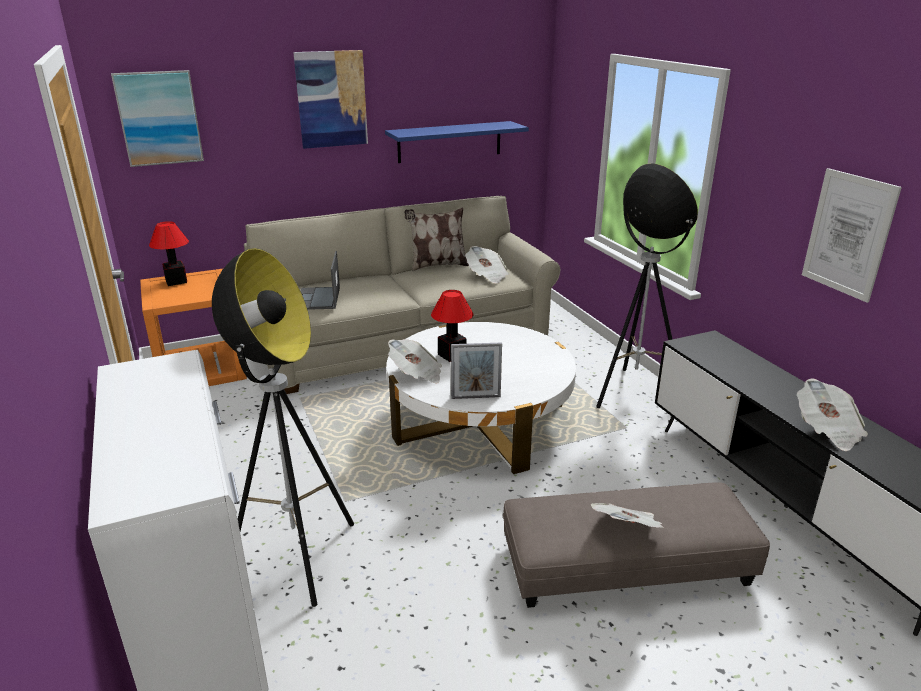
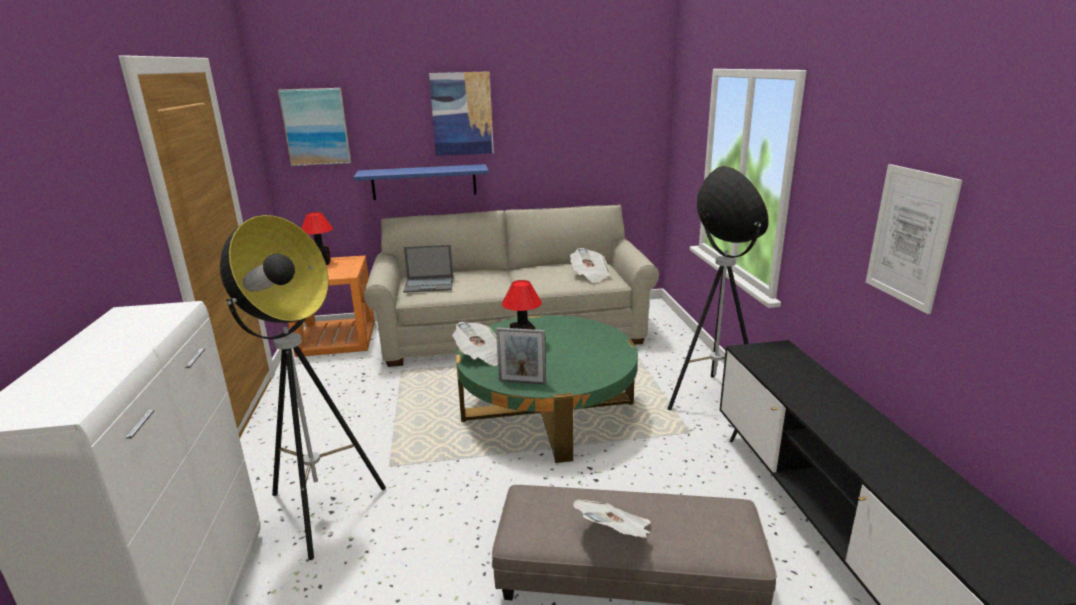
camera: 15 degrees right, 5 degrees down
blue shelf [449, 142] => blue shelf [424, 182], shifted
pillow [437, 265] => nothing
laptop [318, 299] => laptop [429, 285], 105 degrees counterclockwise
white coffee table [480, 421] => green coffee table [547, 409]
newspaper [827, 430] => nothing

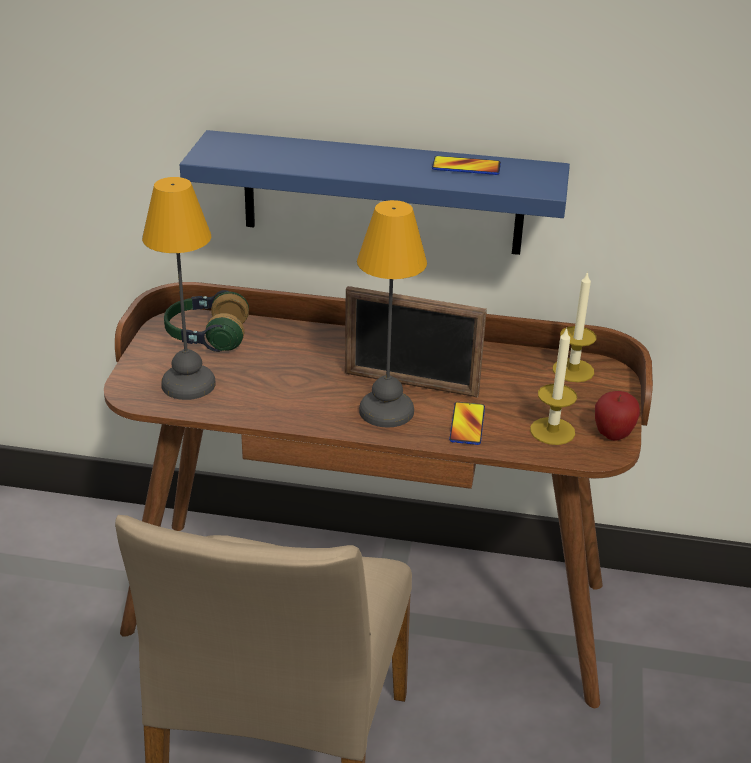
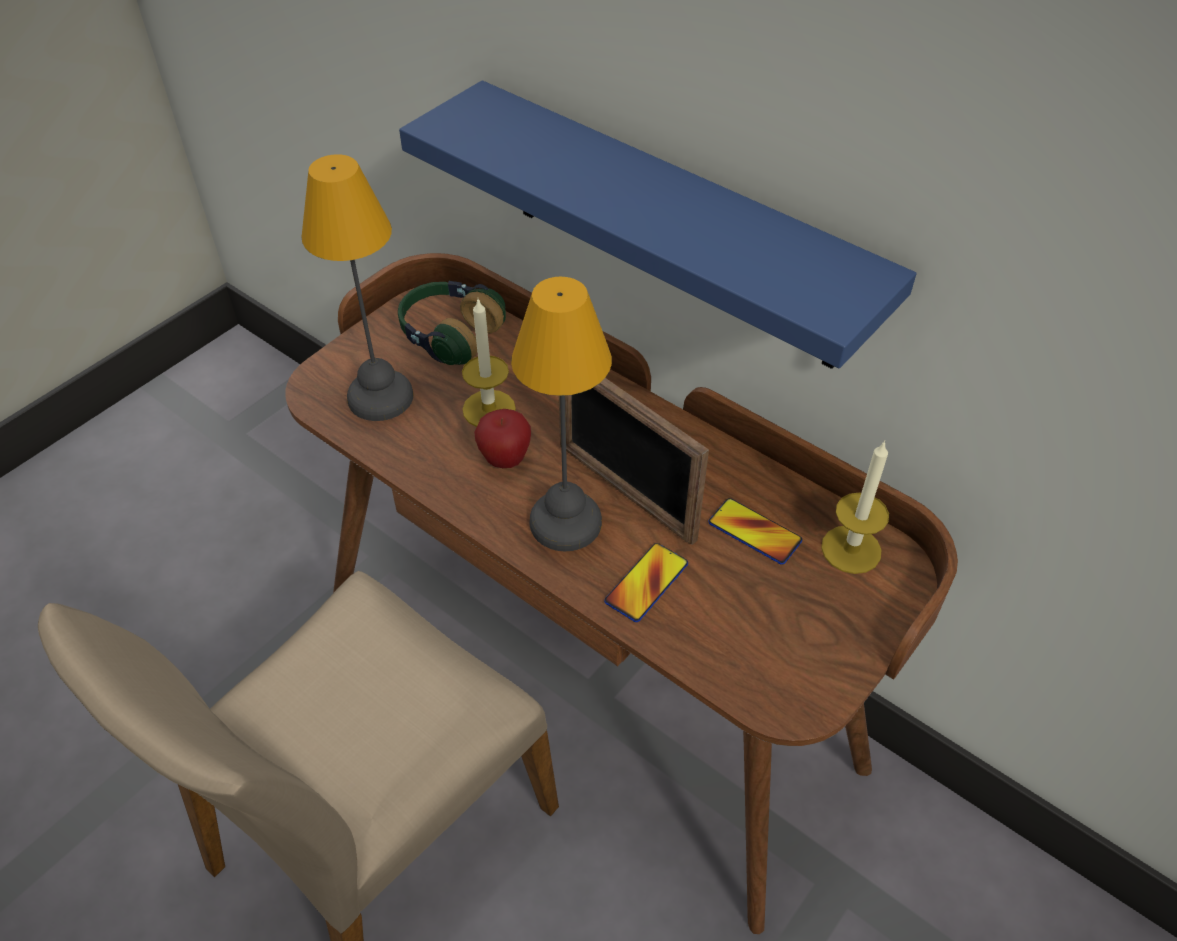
camera: 30 degrees right, 15 degrees up
phone [466, 167] => phone [754, 532], shifted
candle [552, 431] => candle [489, 409], shifted
apple [613, 435] => apple [505, 459], shifted

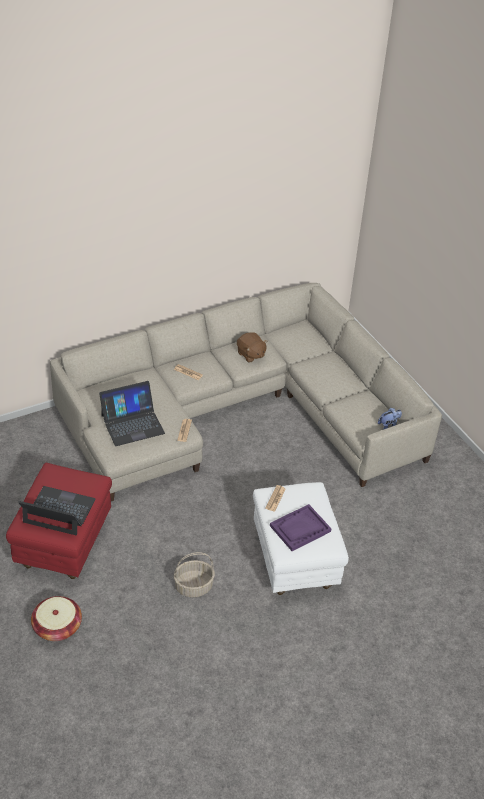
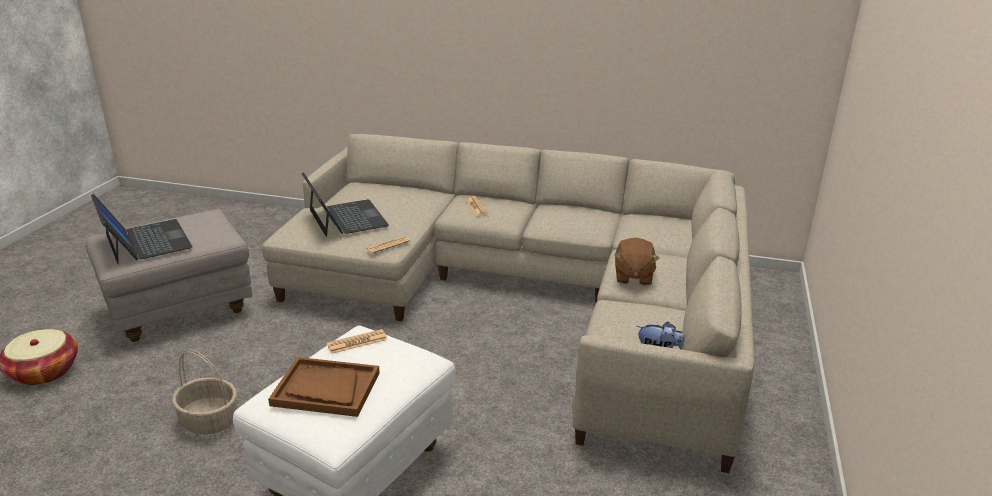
camera: 45 degrees right, 15 degrees down
brown plush toy [250, 355] => brown plush toy [633, 276], shifted
laptop [132, 424] => laptop [346, 218], 135 degrees counterclockwise
red ottoman [65, 544] => grey ottoman [180, 312]
purple tray [300, 529] => brown tray [325, 389]

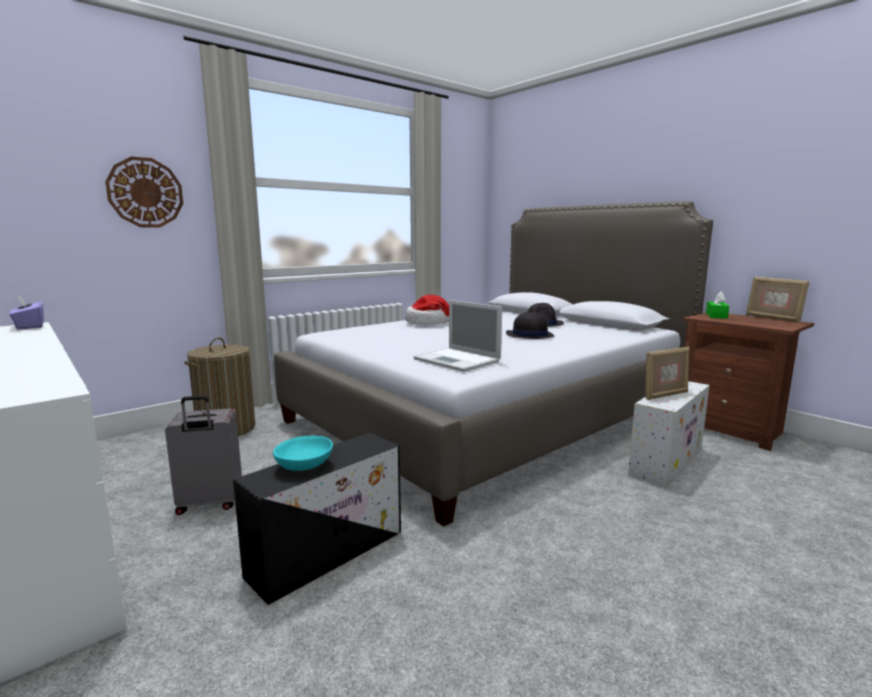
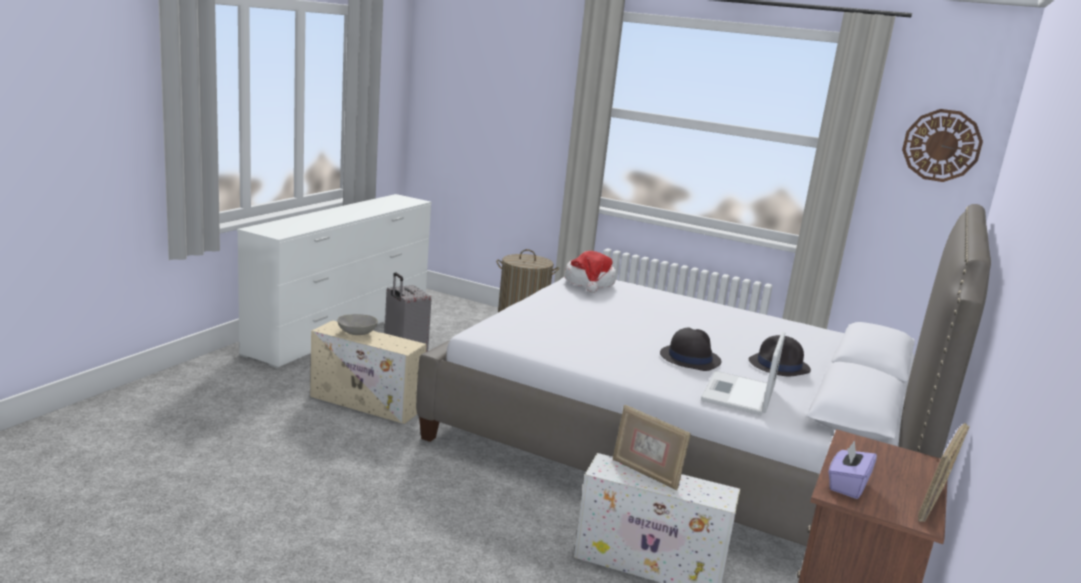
camera: 65 degrees right, 5 degrees up
wall clock [145, 193] => wall clock [941, 145], shifted
green tissue box [716, 316] => nothing
purple tissue box [29, 326] => purple tissue box [847, 485], shifted
hat [429, 323] => hat [589, 283], shifted
laptop [458, 360] => laptop [738, 395], shifted
black storage box [329, 552] => beige storage box [367, 403]
turquoise bowl [305, 466] => grey bowl [357, 333]

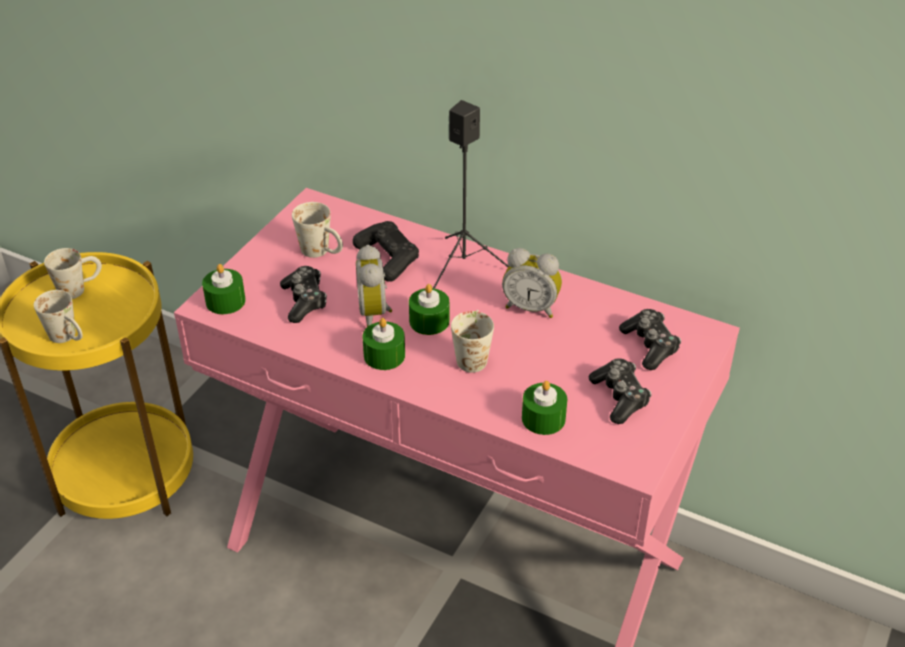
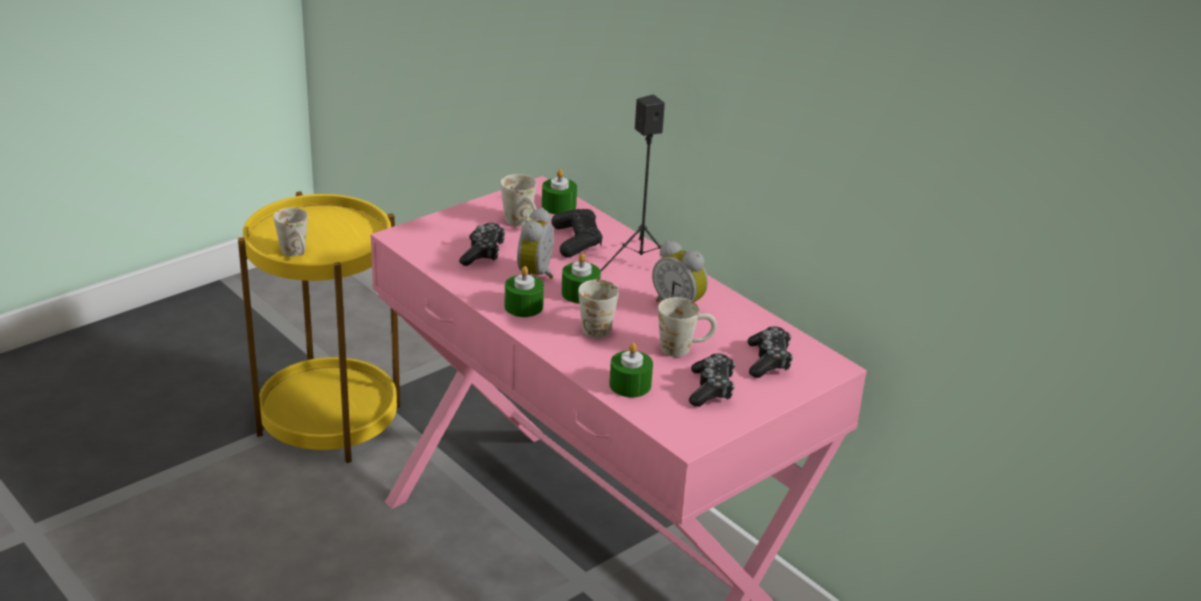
camera: 20 degrees right, 10 degrees down
white mug [79, 288] => white mug [685, 348], shifted
green candle [225, 301] => green candle [558, 206], shifted

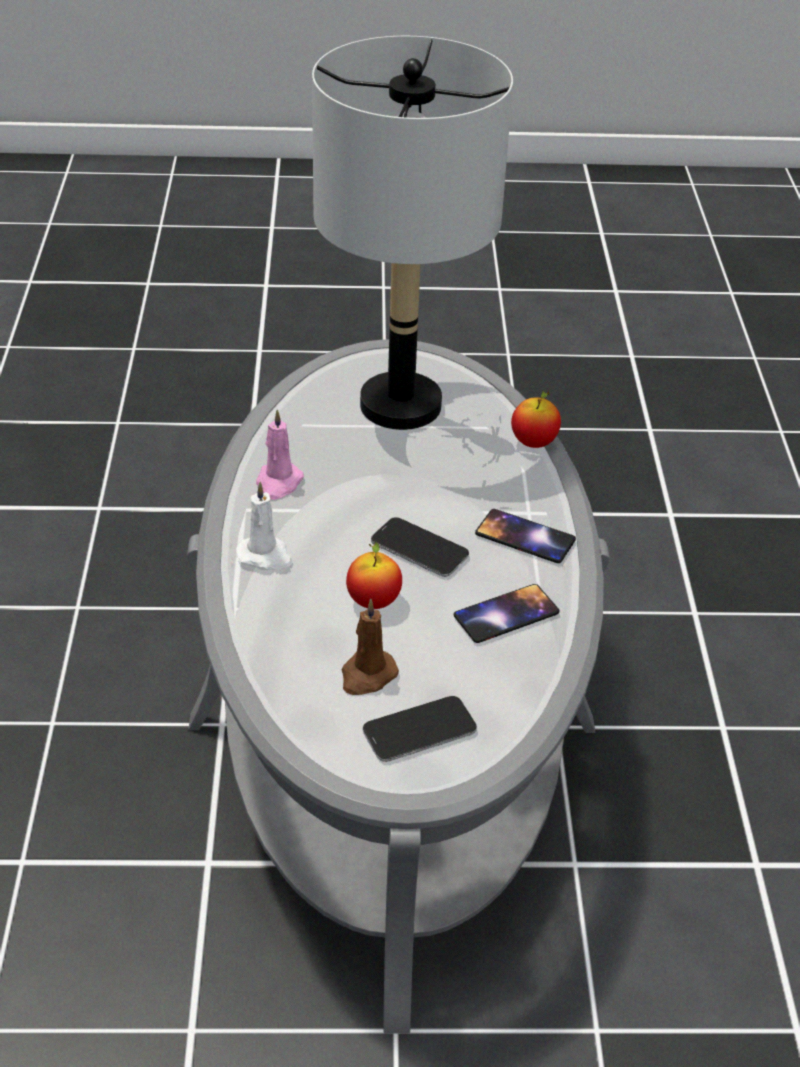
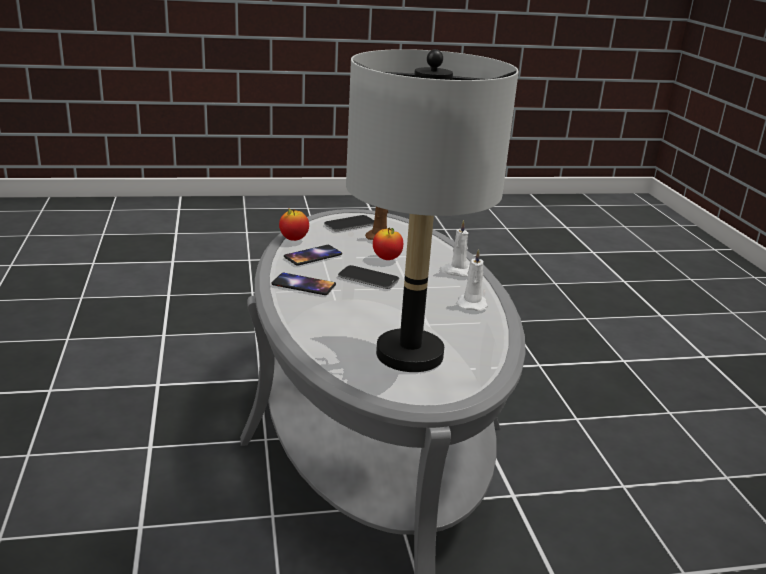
camera: 170 degrees right, 15 degrees down
apple [534, 443] => apple [293, 239], shifted
pink candle [278, 483] => white candle [471, 304]

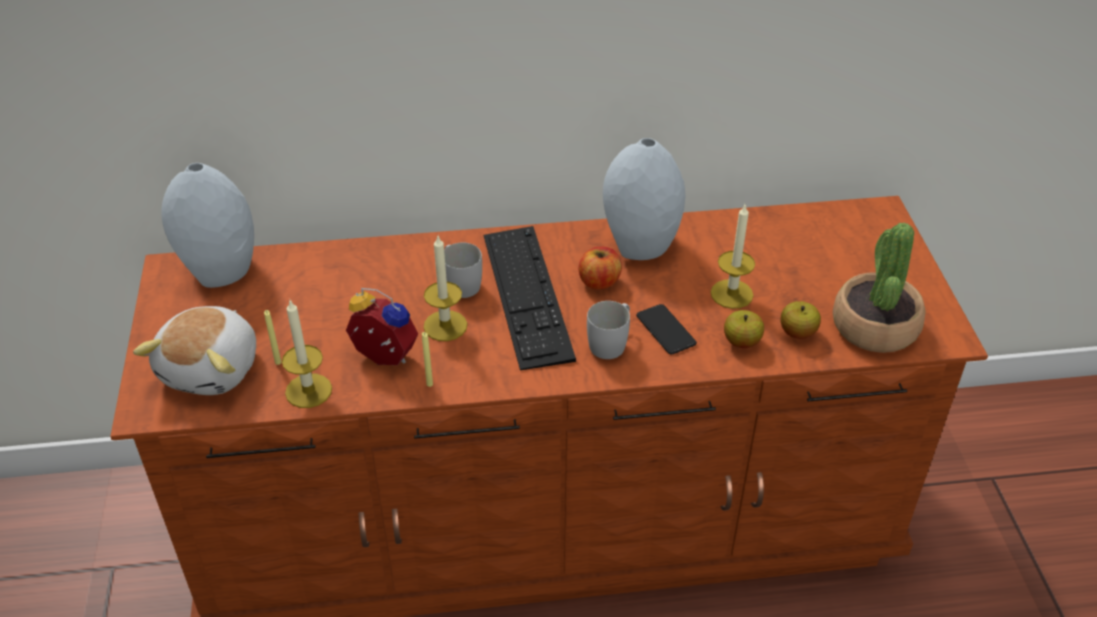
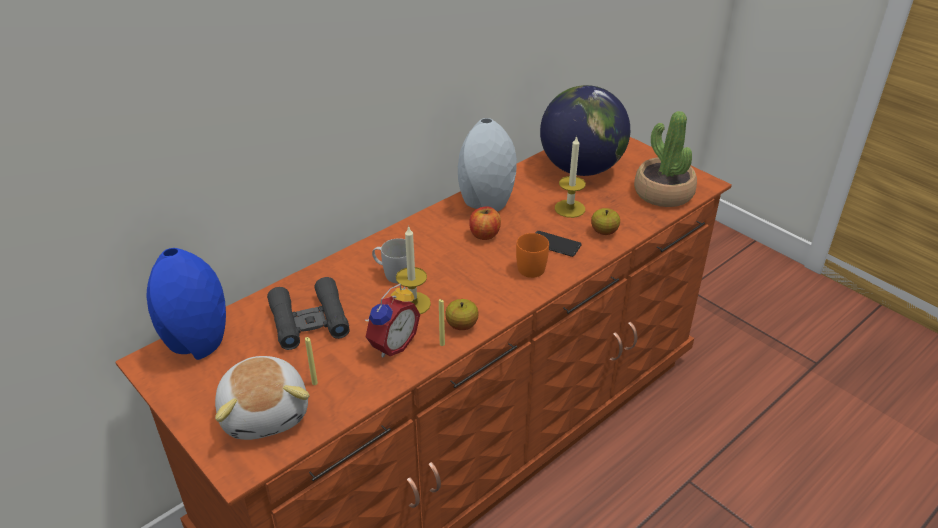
camera: 35 degrees left, 5 degrees down
grey vase [221, 270] => blue vase [197, 343]
keyboard [527, 295] => nothing
alarm clock [382, 359] => alarm clock [391, 344], 135 degrees clockwise
candle [308, 390] => nothing
white mug [611, 342] => orange mug [530, 265]
apple [797, 332] => apple [462, 325], shifted
nothing => globe [581, 169]
nothing => black binoculars [309, 321]

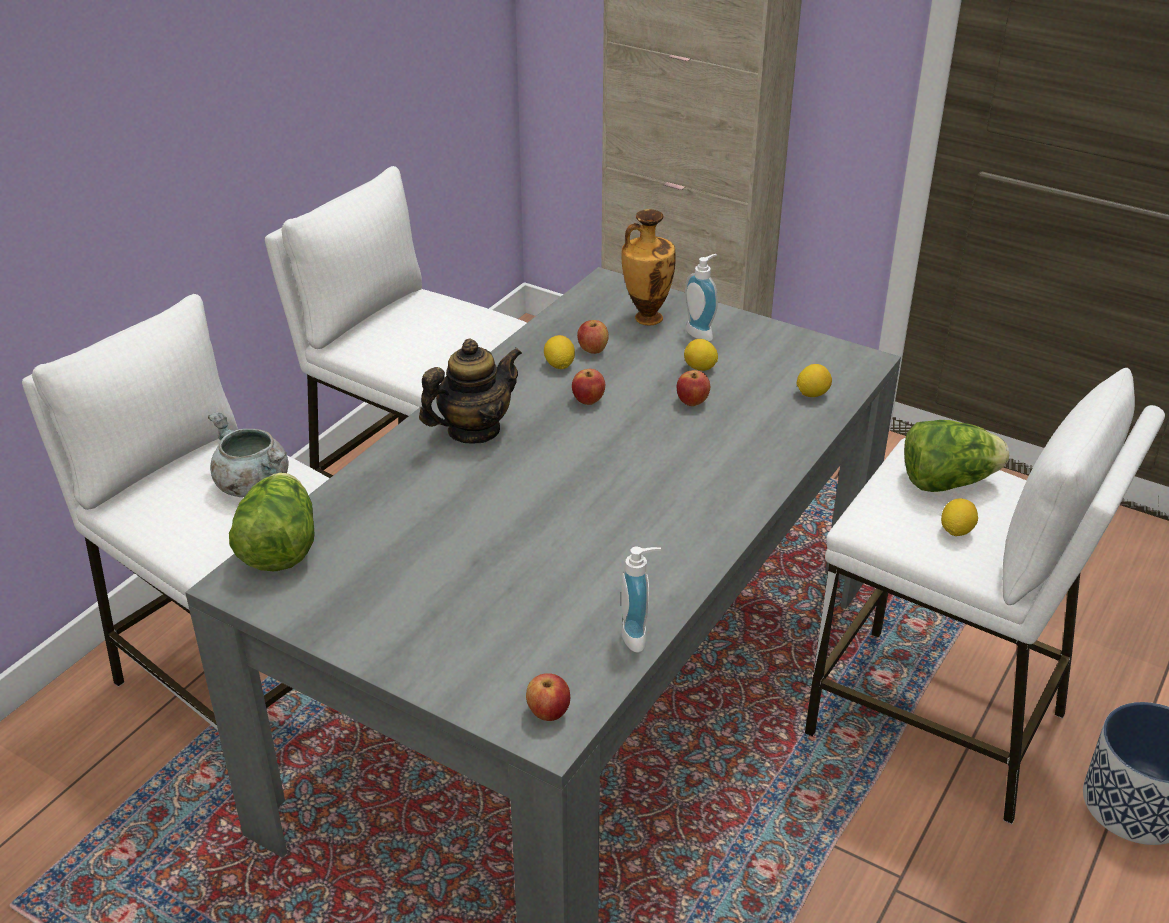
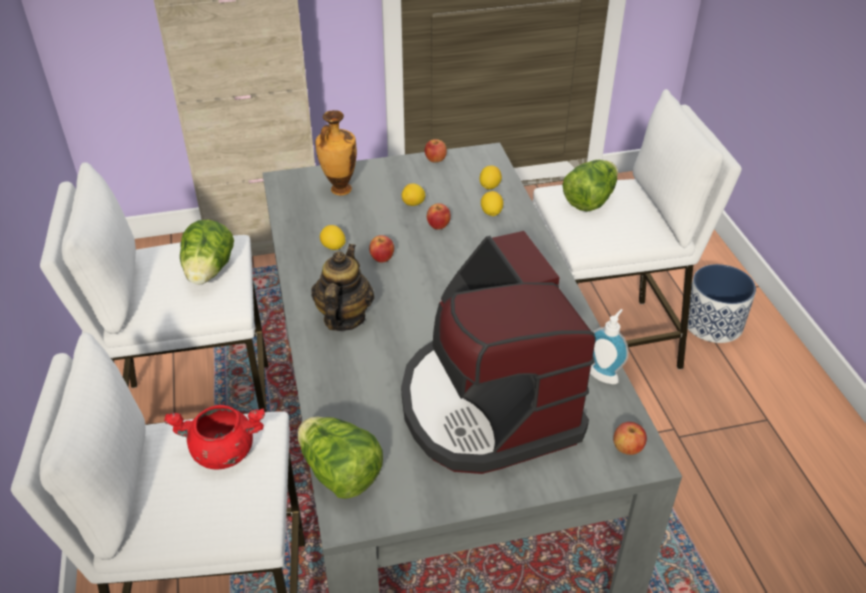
camera: 45 degrees left, 5 degrees up
soap dispenser [702, 332] => nothing
apple [592, 350] => apple [435, 160], shifted
grey cooking pot [252, 485] => red cooking pot [223, 452]
lemon [956, 531] => lemon [491, 213], shifted
nothing => lettuce [209, 272]
nothing => coffee machine [487, 406]

